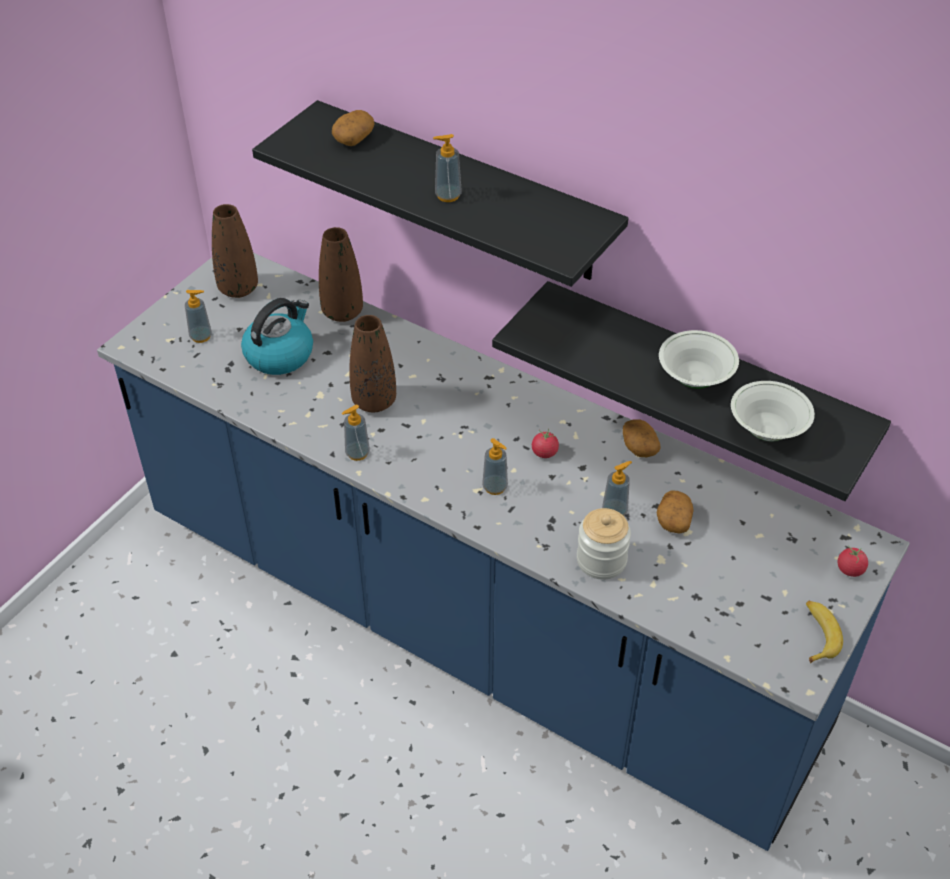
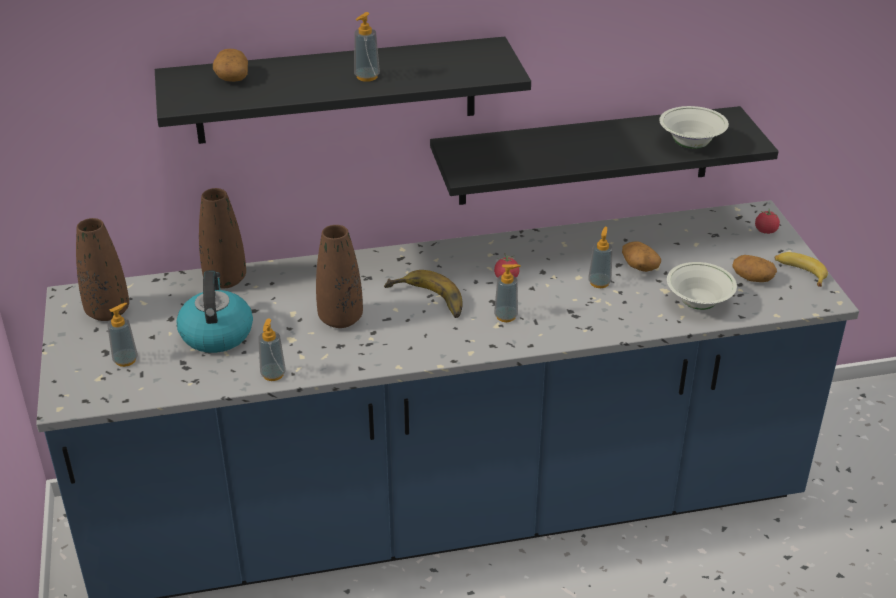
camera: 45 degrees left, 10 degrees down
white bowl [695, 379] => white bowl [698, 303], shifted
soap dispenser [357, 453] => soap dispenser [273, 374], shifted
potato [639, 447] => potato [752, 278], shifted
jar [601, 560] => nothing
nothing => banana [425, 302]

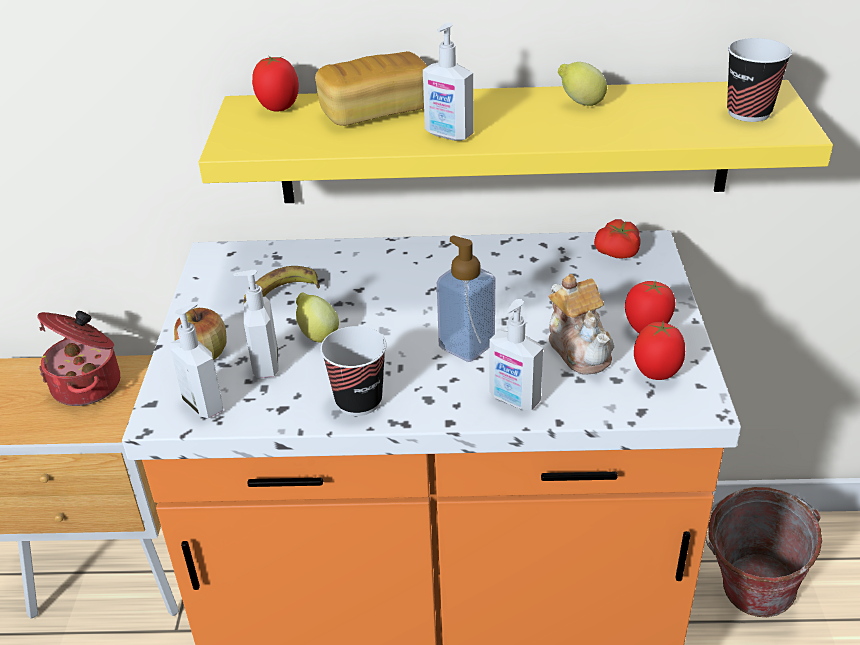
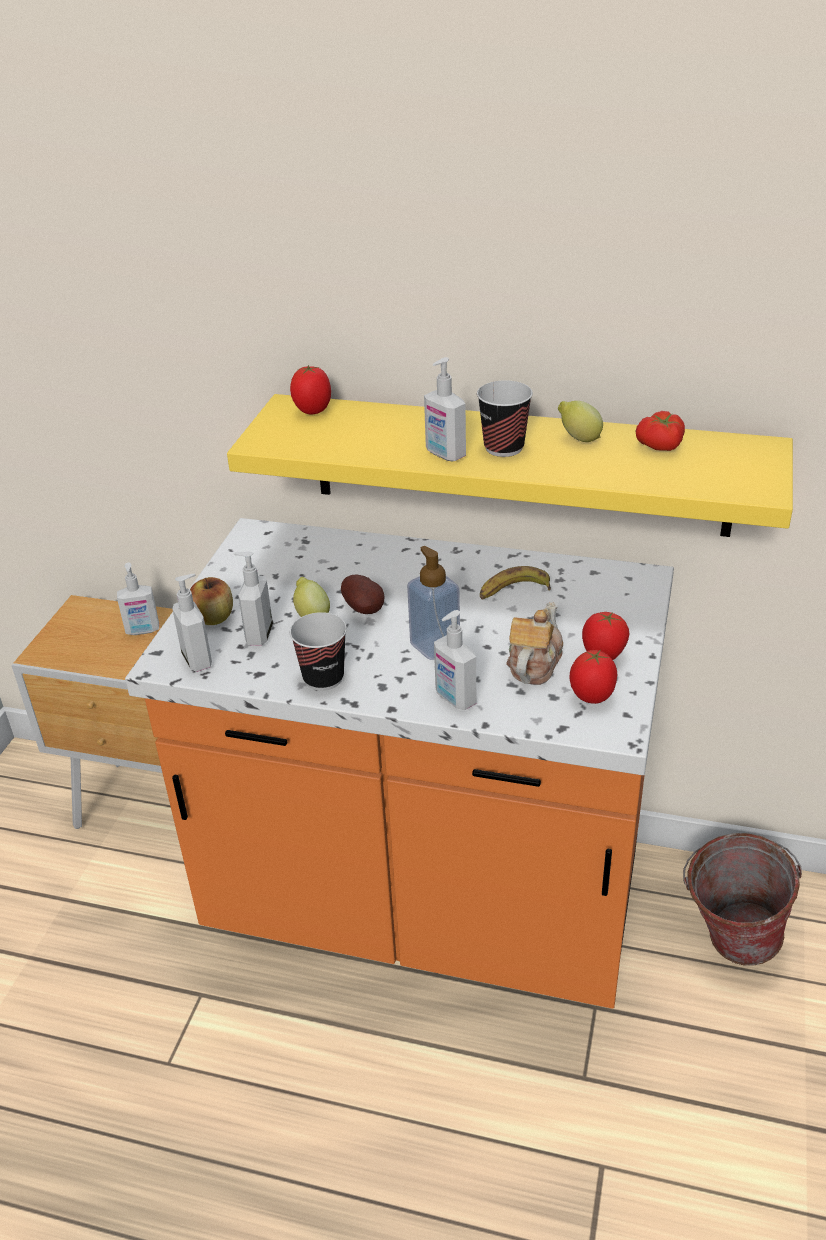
camera: 15 degrees right, 0 degrees up
cup [748, 113] => cup [504, 448], shifted
bread [374, 112] => nothing
tomato [618, 253] => tomato [661, 447], shifted
banana [280, 295] => banana [513, 591], shifted
teapot [579, 348] => teapot [533, 664], 150 degrees counterclockwise
cooking pot [89, 385] => soap dispenser [143, 631]
nothing => potato [365, 610]

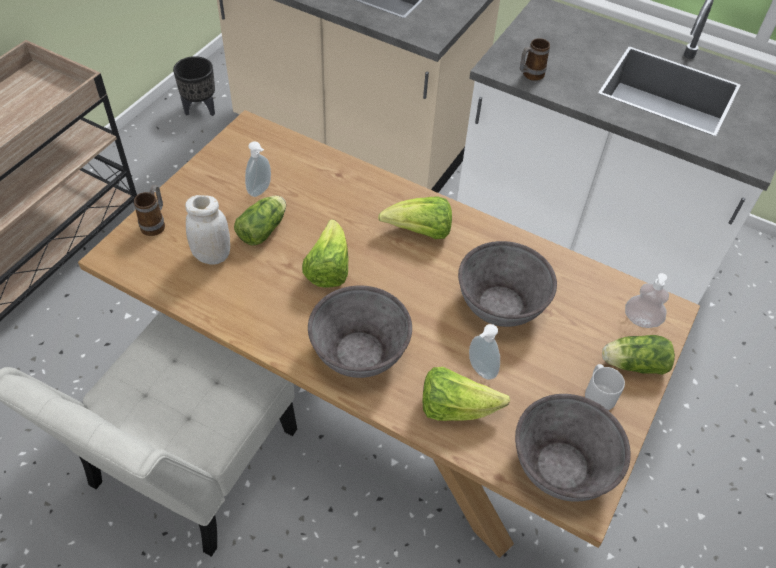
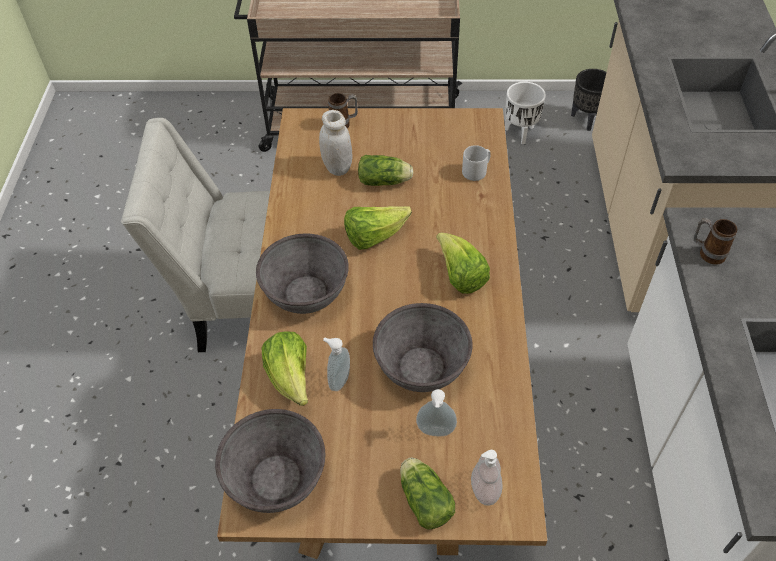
camera: 65 degrees right, 0 degrees up
soap dispenser [261, 191] => soap dispenser [435, 433], shifted
grey mug [598, 394] => grey mug [476, 171], shifted
nothing => white planter [520, 133]

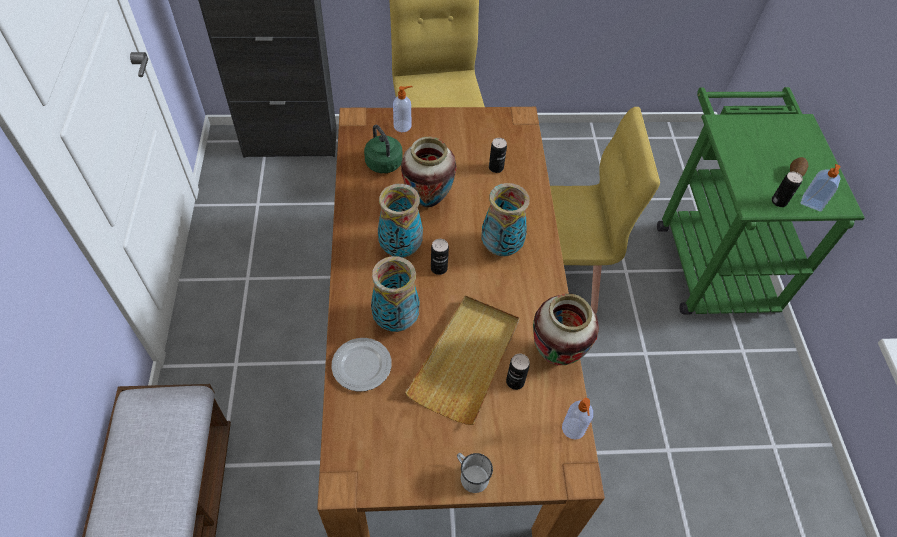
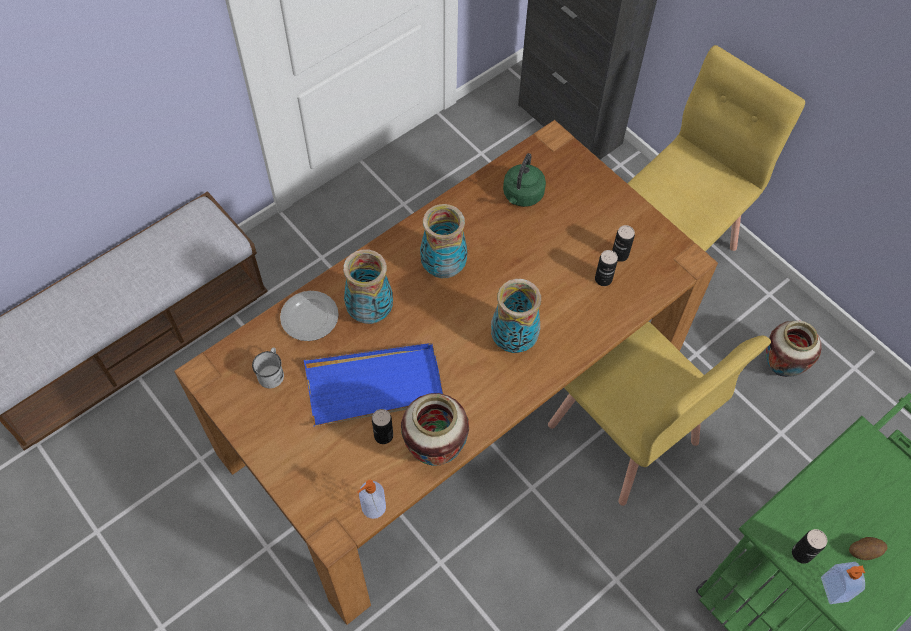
camera: 55 degrees right, 5 degrees up
soap dispenser [403, 126] => nothing
vase [428, 201] => vase [779, 368], shifted
can [439, 268] => can [620, 255], shifted
beige tray [466, 359] => blue tray [375, 386]
white mug [471, 475] => white mug [272, 373], shifted

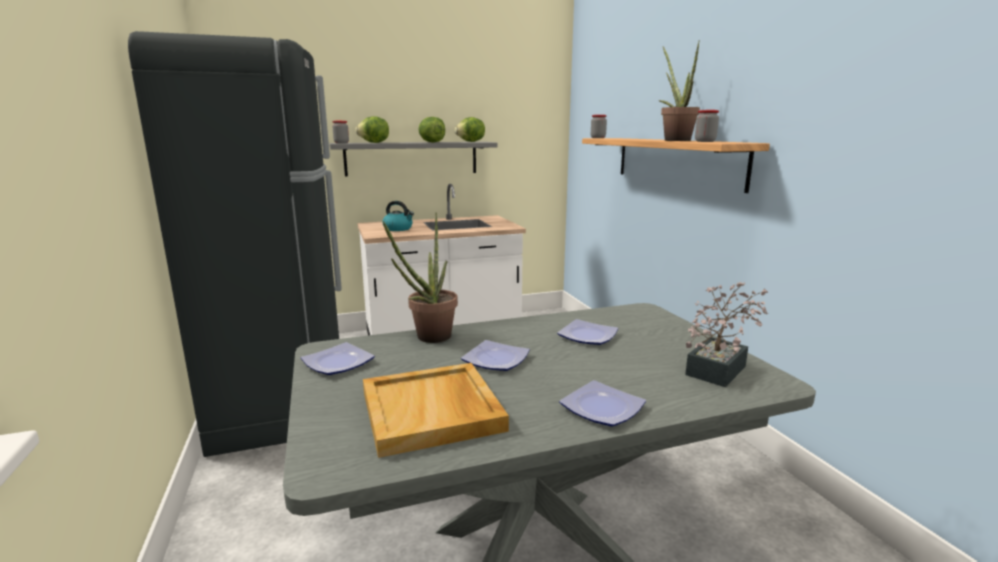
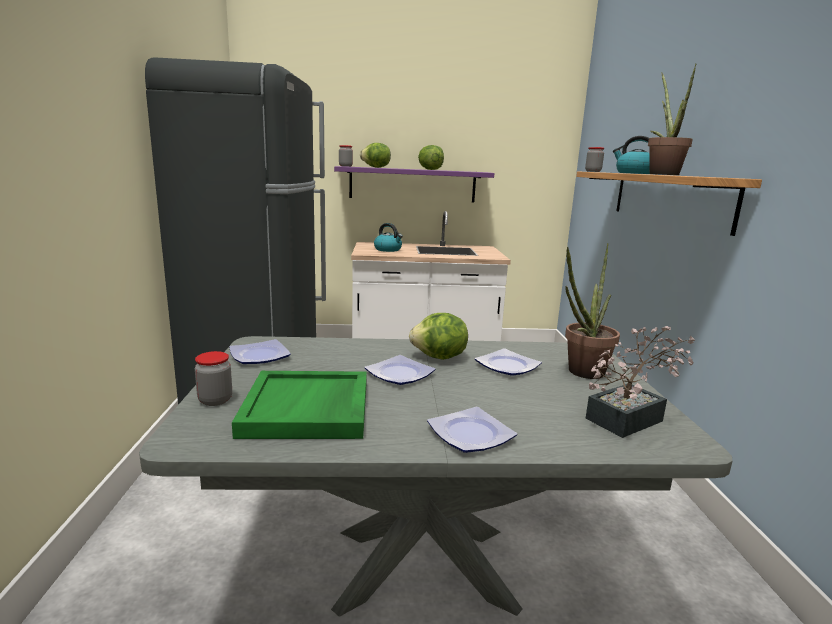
camera: 15 degrees right, 0 degrees up
jar [705, 141] => jar [215, 400], shifted
lettuce [471, 141] => lettuce [439, 358], shifted
grey shelf [412, 158] => purple shelf [412, 184]
potted plant [428, 339] => potted plant [581, 373], shifted
beige tray [432, 411] => green tray [308, 409]
nothing => kettle [633, 173]

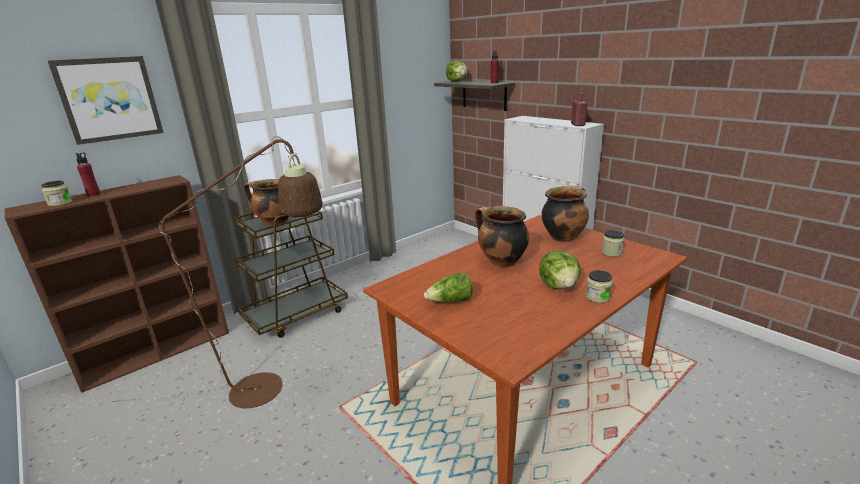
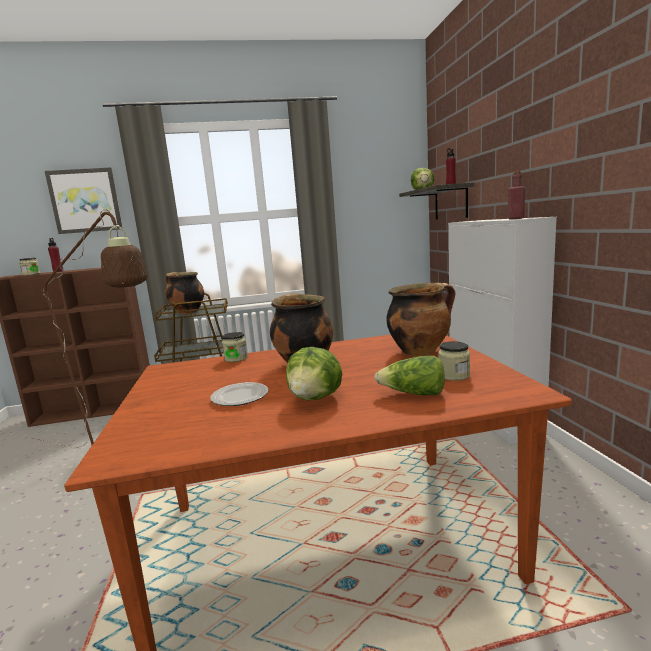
camera: 30 degrees right, 10 degrees down
jar [597, 297] => jar [236, 358], shifted
lettuce [450, 301] => lettuce [413, 394], shifted
nothing => plate [239, 397]

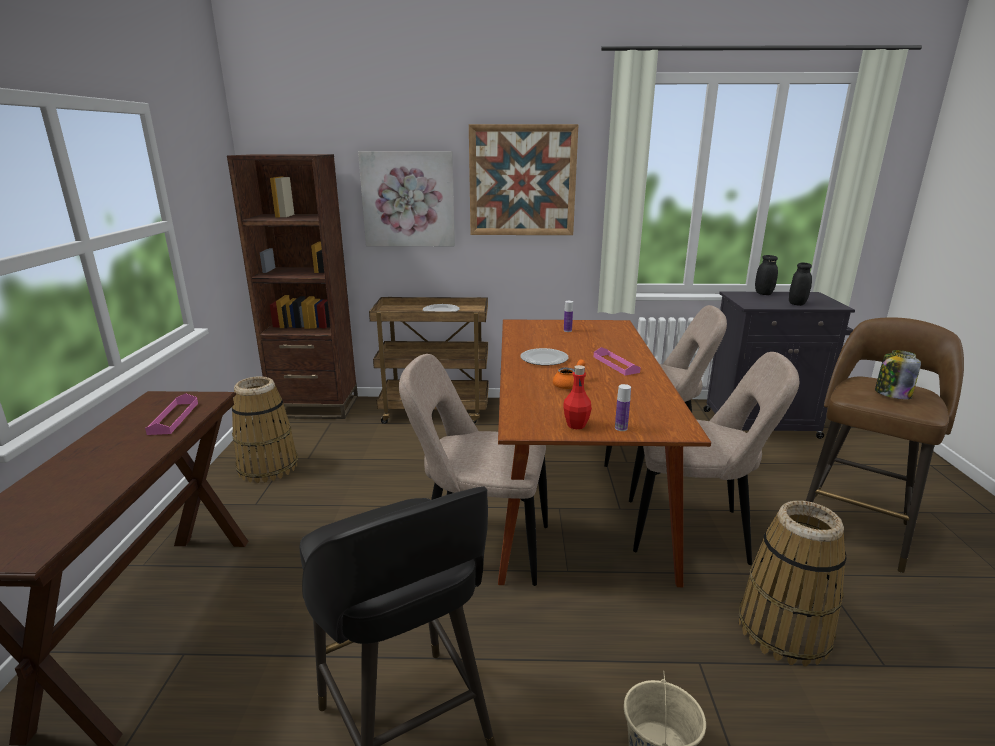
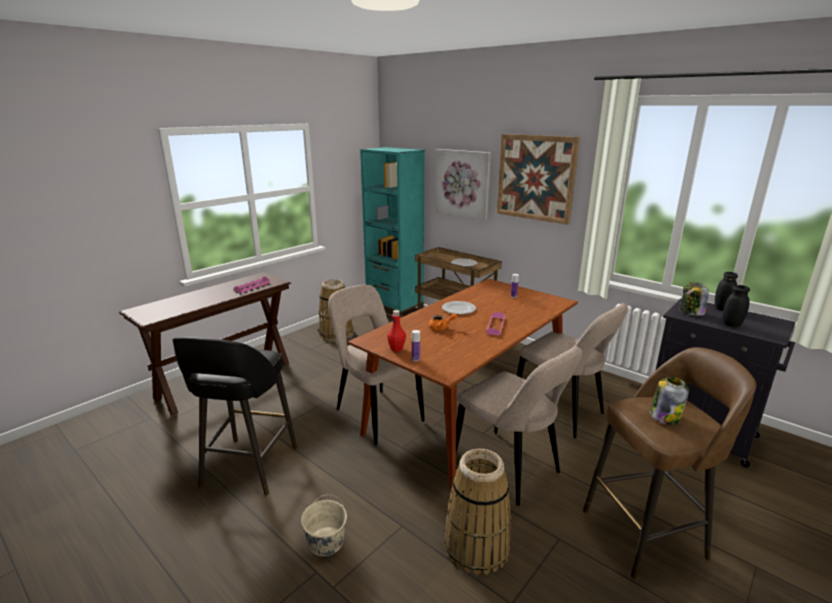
camera: 40 degrees right, 0 degrees up
brown bookcase [315, 407] => turquoise bookcase [394, 309]
nothing => jar [691, 312]

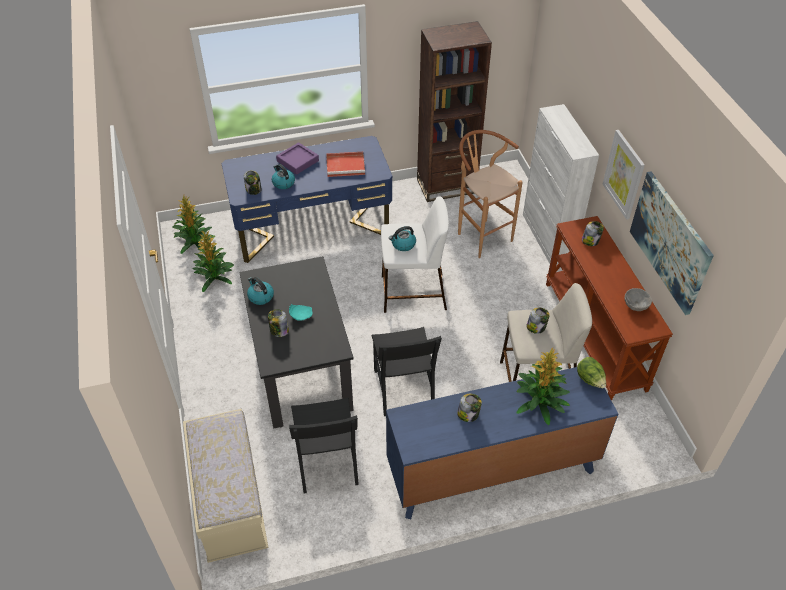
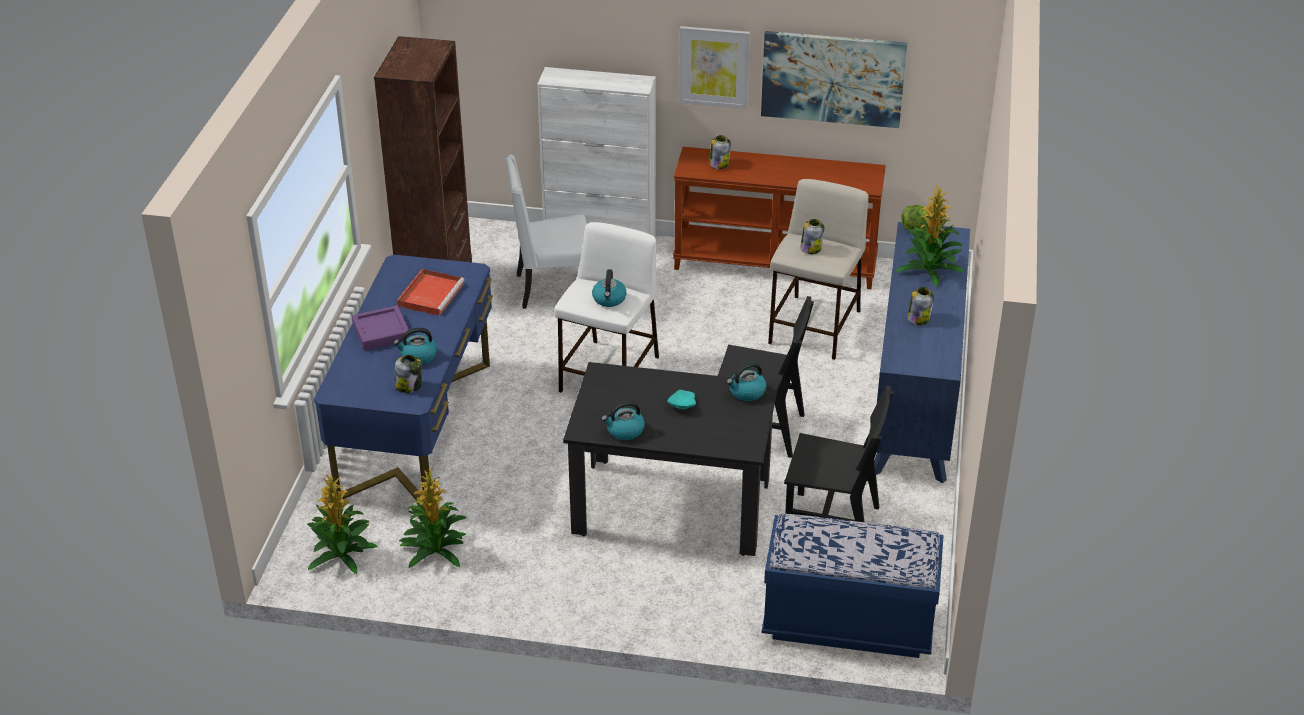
camera: 65 degrees left, 10 degrees down
brown stool [480, 235] => white chair [552, 289]
grey bowl [636, 306] => nothing
jar [279, 330] => nothing
beige bench [230, 503] => blue bench [848, 623]
nothing => kettle [746, 392]

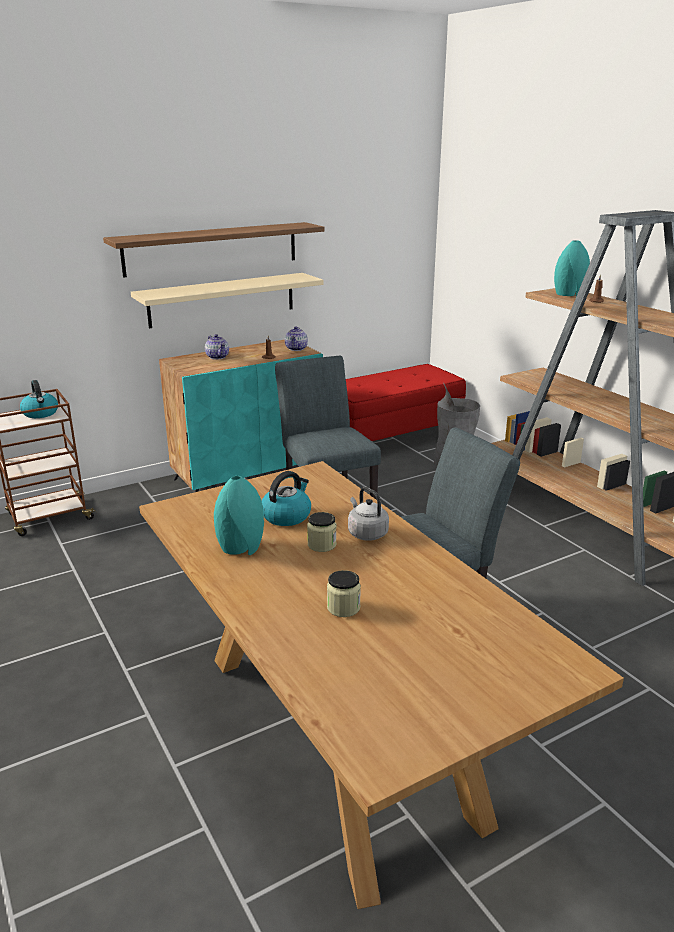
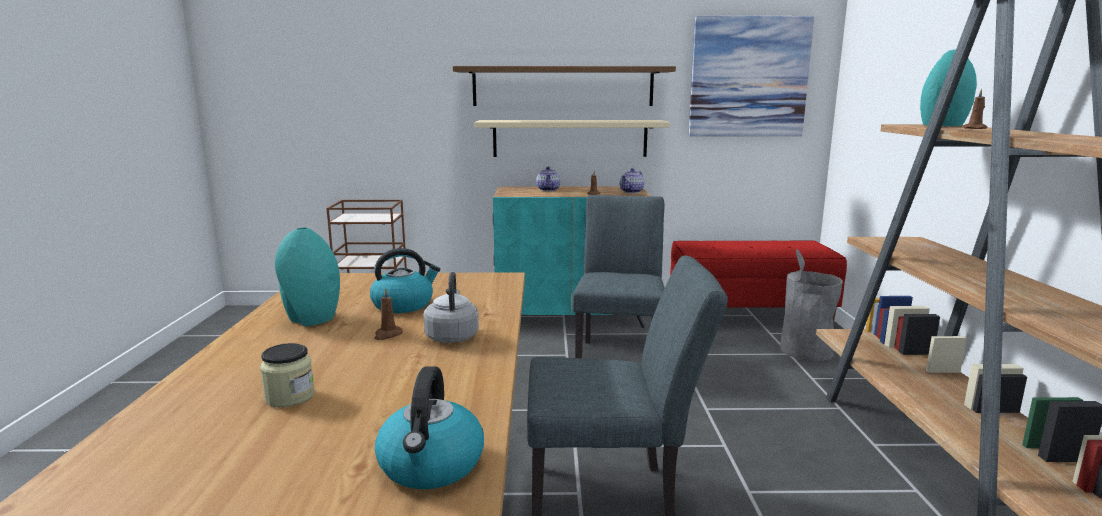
camera: 30 degrees right, 10 degrees down
kettle [41, 413] => kettle [431, 466], shifted
jar [322, 545] => brown candle [387, 335]
nothing => picture [748, 77]

